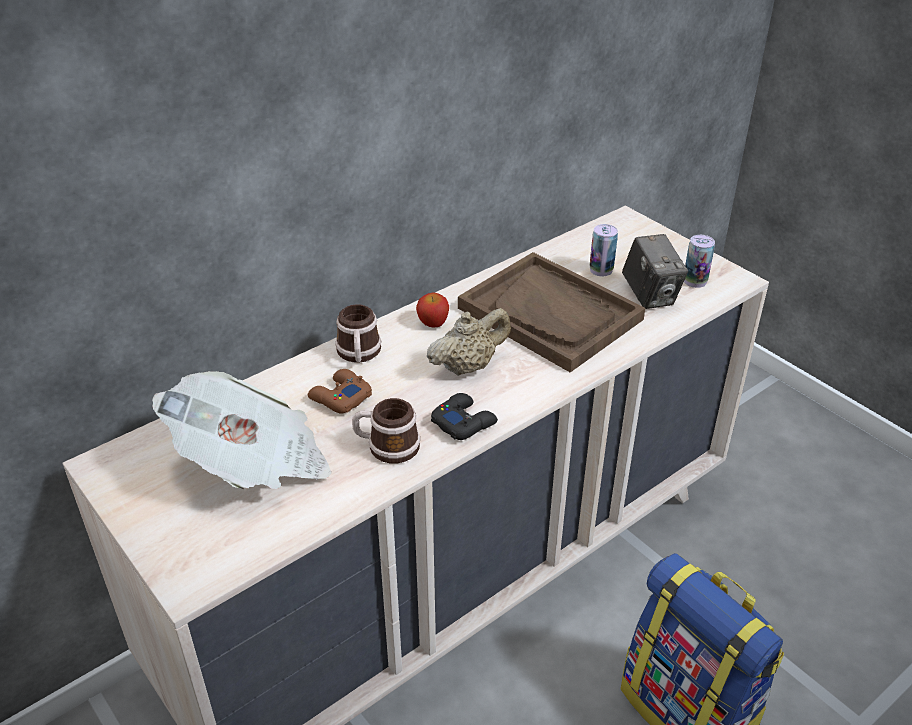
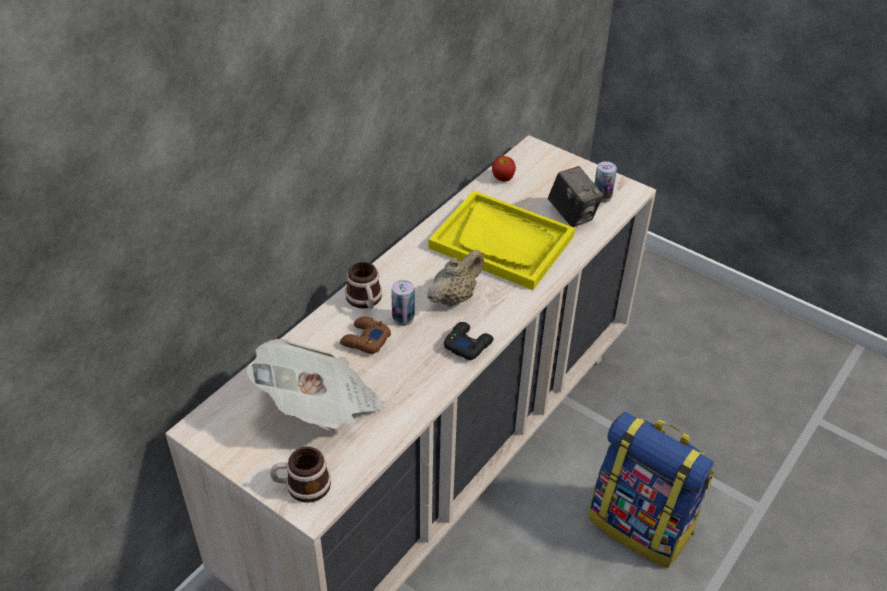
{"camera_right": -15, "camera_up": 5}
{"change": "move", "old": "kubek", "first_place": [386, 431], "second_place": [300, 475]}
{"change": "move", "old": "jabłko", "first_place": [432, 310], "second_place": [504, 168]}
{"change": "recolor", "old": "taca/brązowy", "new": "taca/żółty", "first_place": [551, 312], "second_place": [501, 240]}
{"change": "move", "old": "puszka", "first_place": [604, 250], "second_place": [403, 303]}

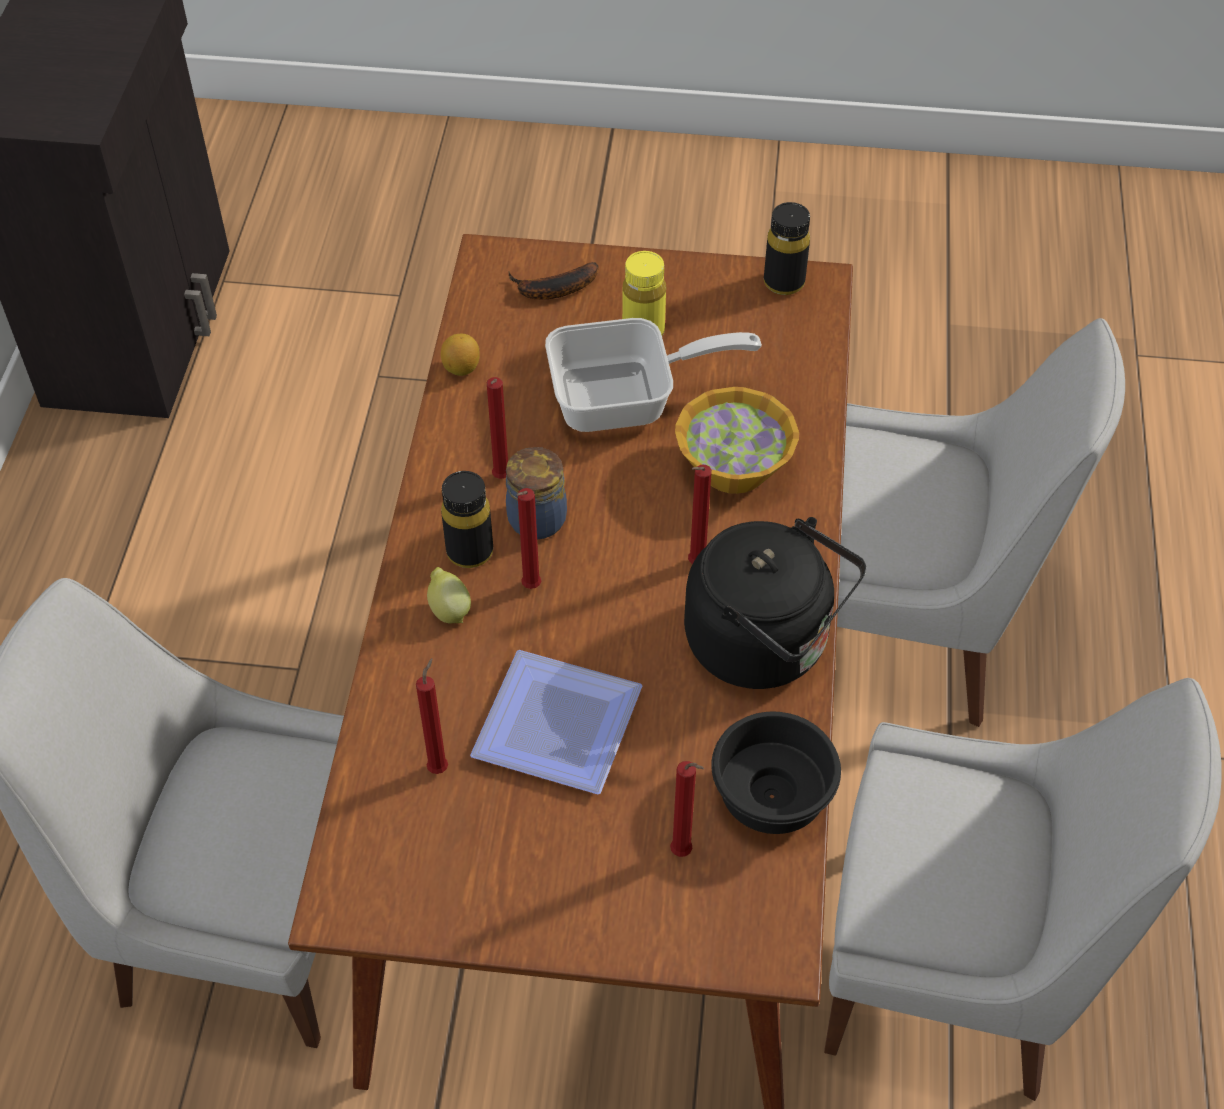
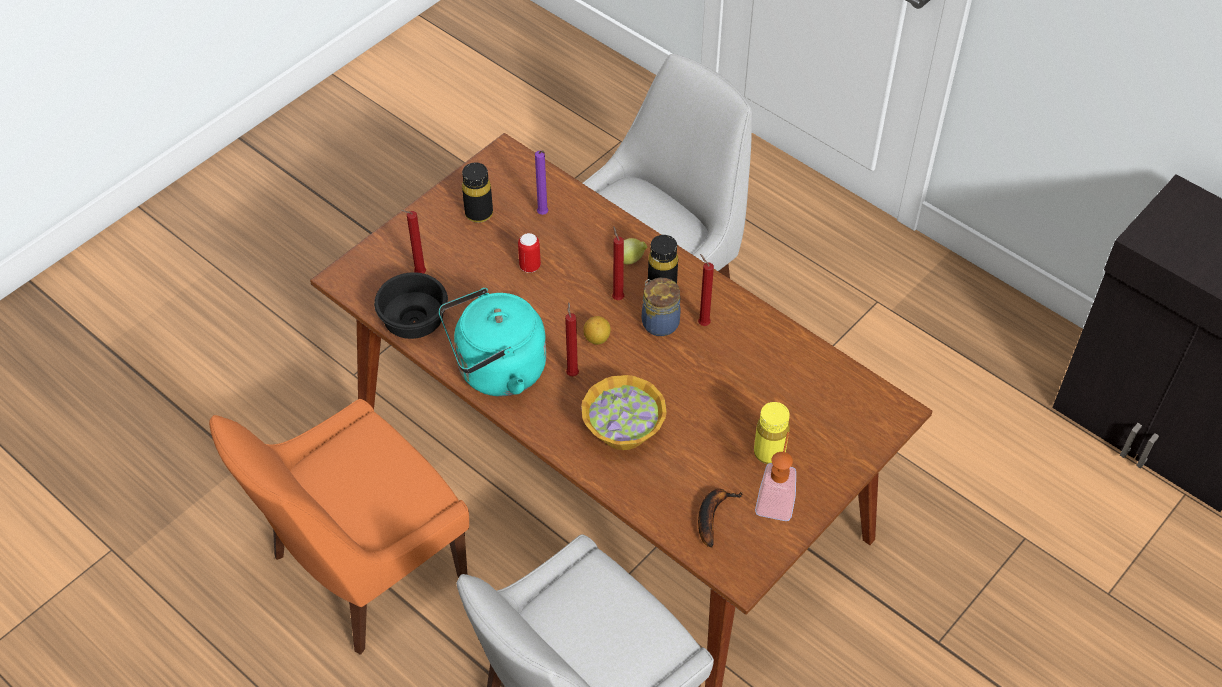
{"camera_right": 125, "camera_up": 0}
{"change": "recolor", "old": "świeca/czerwony", "new": "świeca/fioletowy", "first_place": [432, 716], "second_place": [542, 183]}
{"change": "move", "old": "cytryna", "first_place": [460, 355], "second_place": [597, 330]}
{"change": "replace", "old": "talerz", "new": "puszka", "first_place": [556, 722], "second_place": [529, 253]}
{"change": "move", "old": "banan", "first_place": [553, 280], "second_place": [720, 518]}
{"change": "delete", "old": "patelnia", "first_place": [653, 375]}
{"change": "recolor", "old": "czajnik/czarny", "new": "czajnik/turkusowy", "first_place": [775, 603], "second_place": [493, 342]}
{"change": "move", "old": "butelka/czarny", "first_place": [787, 248], "second_place": [477, 193]}
{"change": "recolor", "old": "krzesło/biały", "new": "krzesło/pomarańczowy", "first_place": [1023, 889], "second_place": [339, 527]}
{"change": "insert", "new": "dozownik mydła", "second_place": [775, 476]}

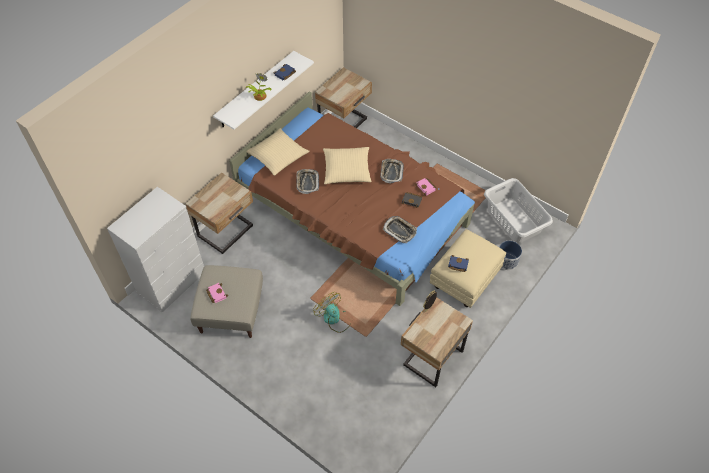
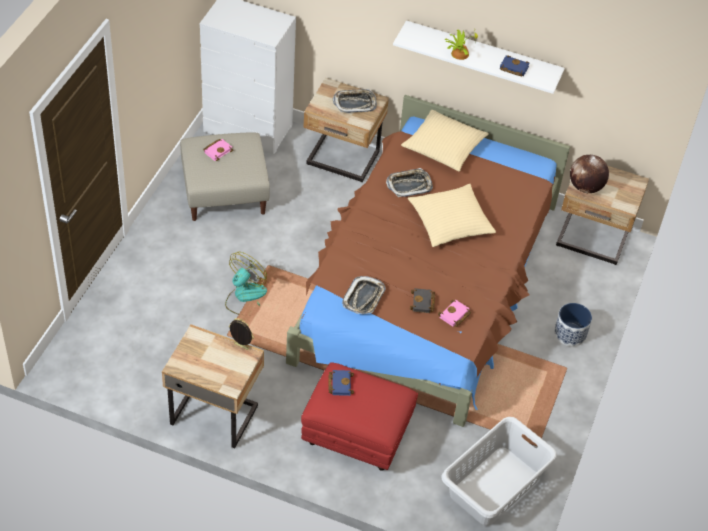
{"camera_right": 70, "camera_up": -5}
{"change": "move", "old": "taca", "first_place": [392, 171], "second_place": [355, 101]}
{"change": "recolor", "old": "pufa/beżowy", "new": "pufa/czerwony", "first_place": [468, 268], "second_place": [359, 416]}
{"change": "move", "old": "donica", "first_place": [510, 255], "second_place": [573, 324]}
{"change": "insert", "new": "globus", "second_place": [589, 174]}

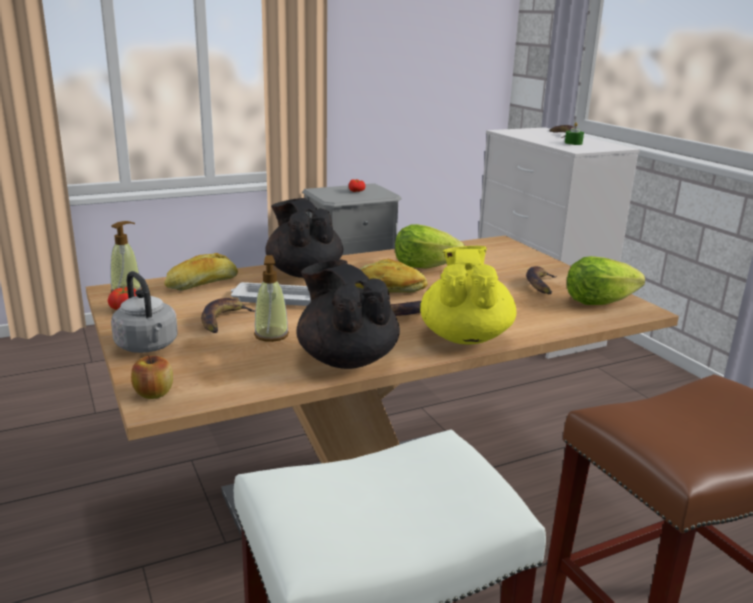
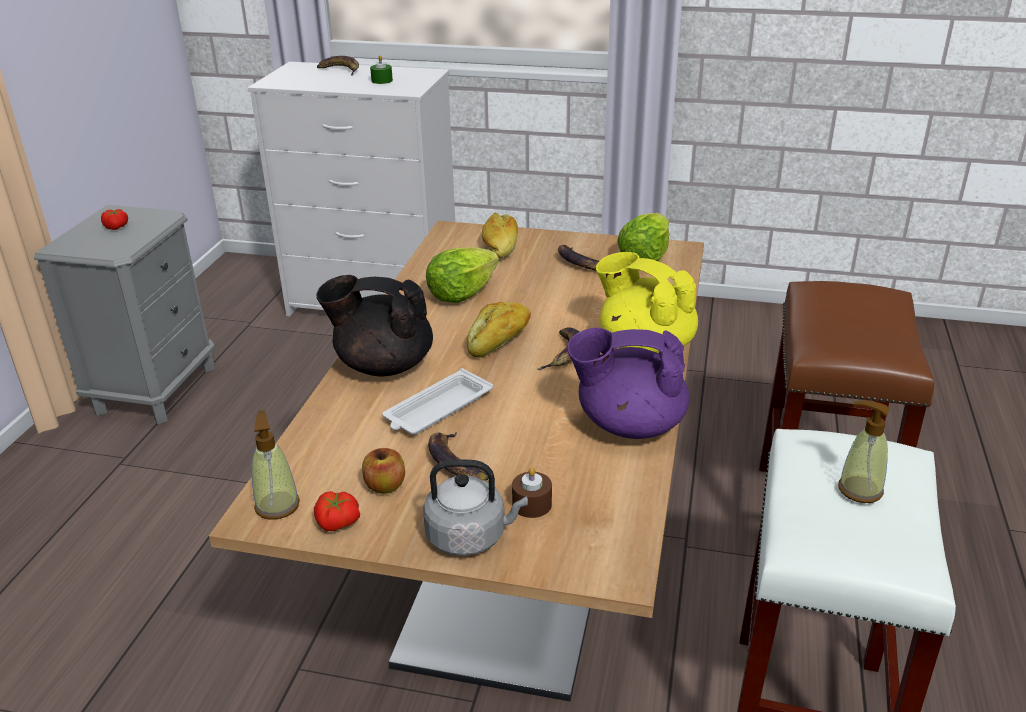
{"camera_right": -50, "camera_up": 10}
{"change": "move", "old": "jabłko", "first_place": [152, 377], "second_place": [383, 471]}
{"change": "move", "old": "chleb", "first_place": [201, 272], "second_place": [500, 235]}
{"change": "move", "old": "dozownik mydła", "first_place": [271, 298], "second_place": [864, 452]}
{"change": "recolor", "old": "imbryk/czarny", "new": "imbryk/fioletowy", "first_place": [348, 314], "second_place": [628, 383]}
{"change": "insert", "new": "świeca/brązowy", "second_place": [532, 492]}

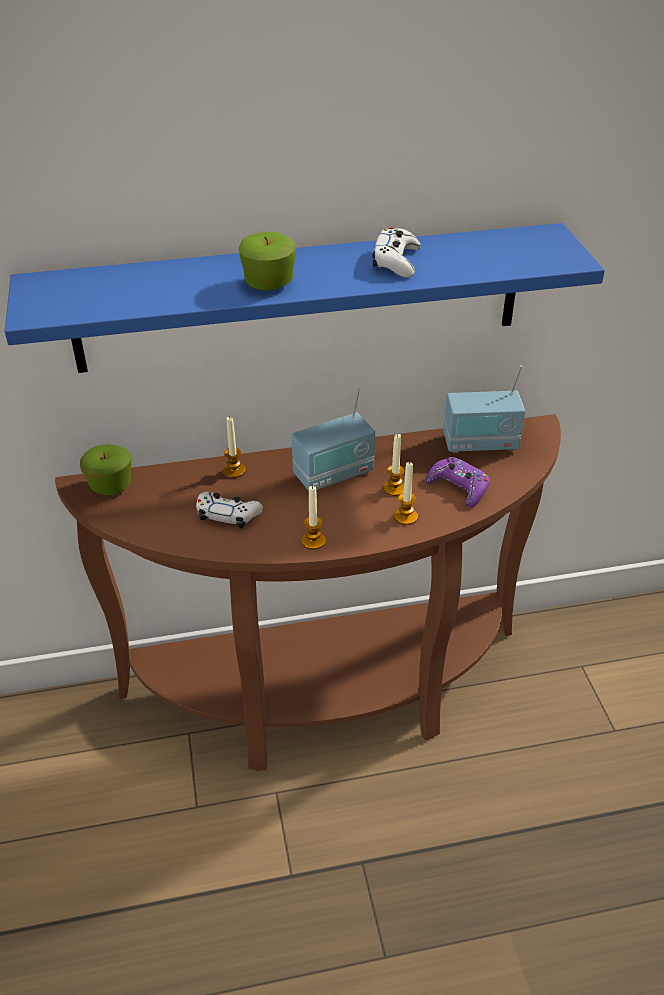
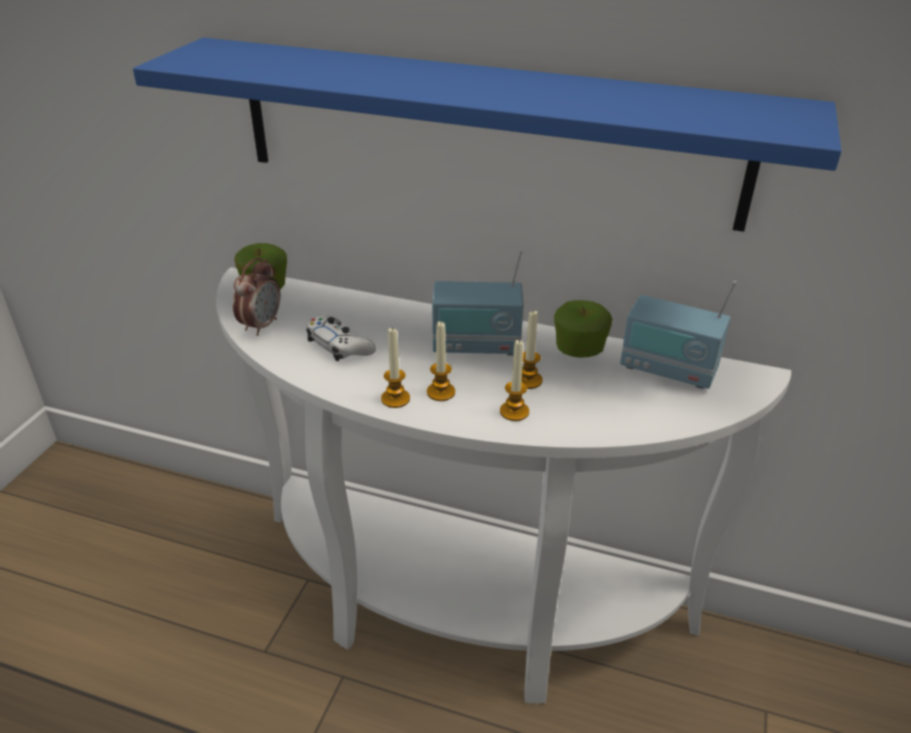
{"camera_right": 30, "camera_up": -5}
{"change": "recolor", "old": "stolik konsolowy/brązowy", "new": "stolik konsolowy/biały", "first_place": [308, 592], "second_place": [503, 485]}
{"change": "move", "old": "świeca", "first_place": [234, 447], "second_place": [441, 361]}
{"change": "move", "old": "jabłko", "first_place": [267, 261], "second_place": [583, 329]}
{"change": "delete", "old": "pad do gier/biały", "first_place": [396, 252]}
{"change": "delete", "old": "pad do gier/fioletowy", "first_place": [458, 482]}
{"change": "insert", "new": "budzik", "second_place": [256, 296]}

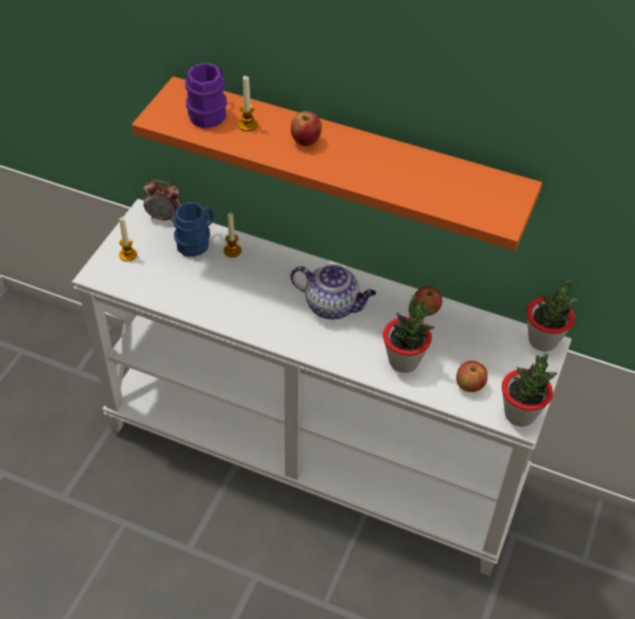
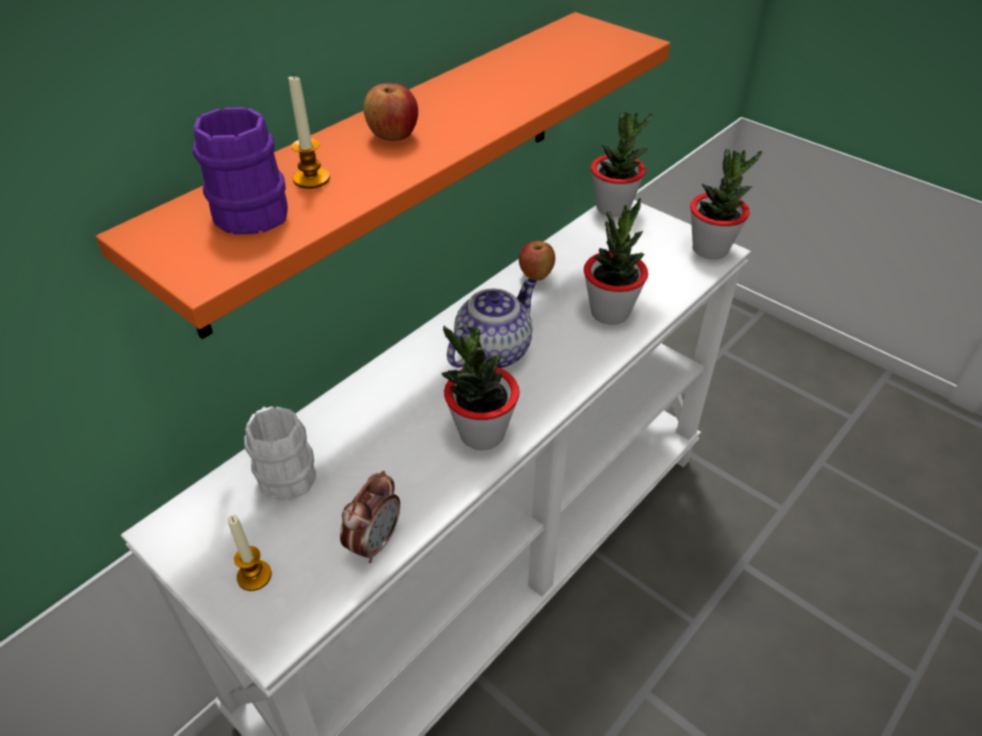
{"camera_right": -70, "camera_up": -5}
{"change": "move", "old": "budzik", "first_place": [162, 201], "second_place": [370, 517]}
{"change": "recolor", "old": "kubek/niebieski", "new": "kubek/biały", "first_place": [193, 229], "second_place": [280, 453]}
{"change": "delete", "old": "świeca", "first_place": [232, 235]}
{"change": "delete", "old": "jabłko", "first_place": [472, 376]}
{"change": "insert", "new": "roślina doniczkowa", "second_place": [481, 387]}

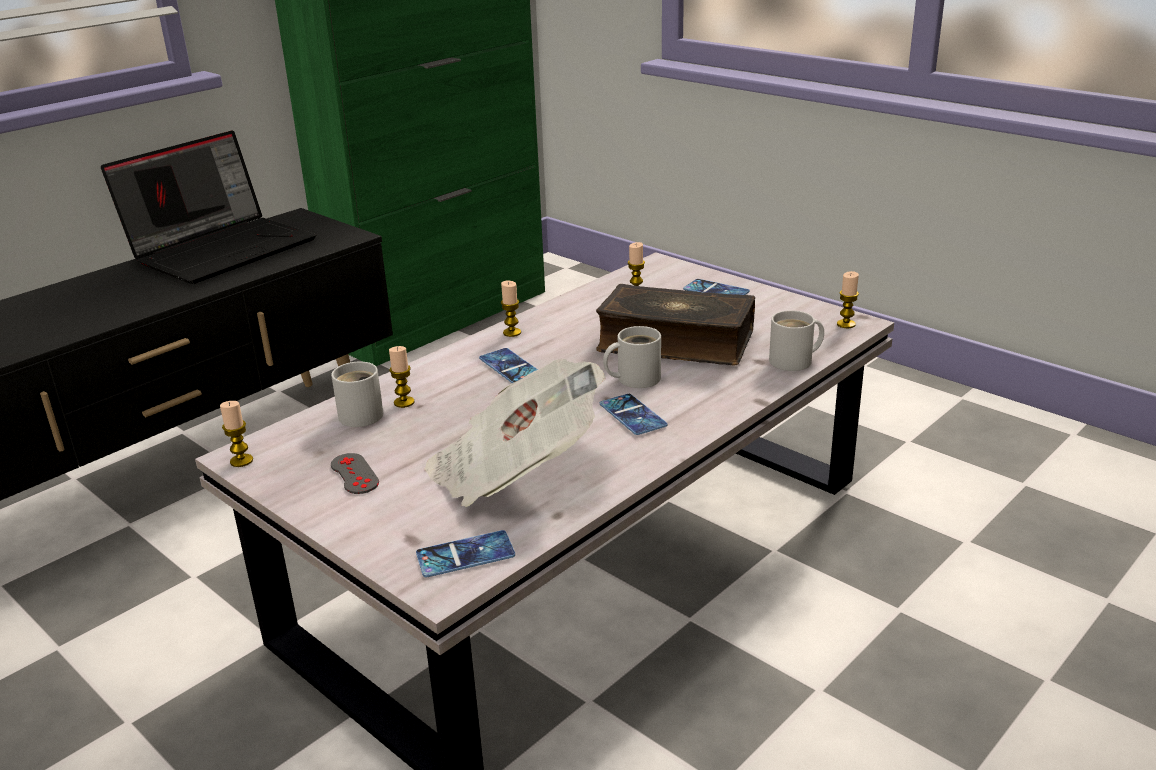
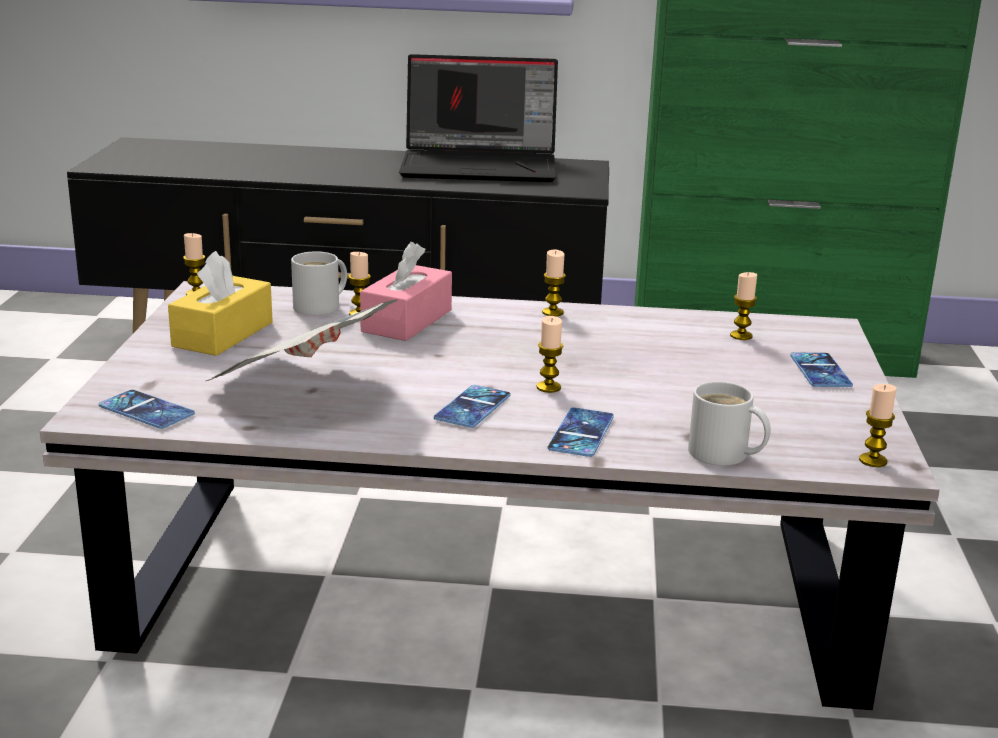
{"camera_right": 50, "camera_up": -5}
{"change": "replace", "old": "pad do gier/szary", "new": "pudełko chusteczek/żółty", "first_place": [355, 473], "second_place": [220, 303]}
{"change": "move", "old": "telefon", "first_place": [508, 365], "second_place": [581, 432]}
{"change": "delete", "old": "książka", "first_place": [675, 324]}
{"change": "replace", "old": "kubek/biały", "new": "świeca", "first_place": [632, 357], "second_place": [550, 354]}
{"change": "insert", "new": "pudełko chusteczek/różowy", "second_place": [406, 291]}

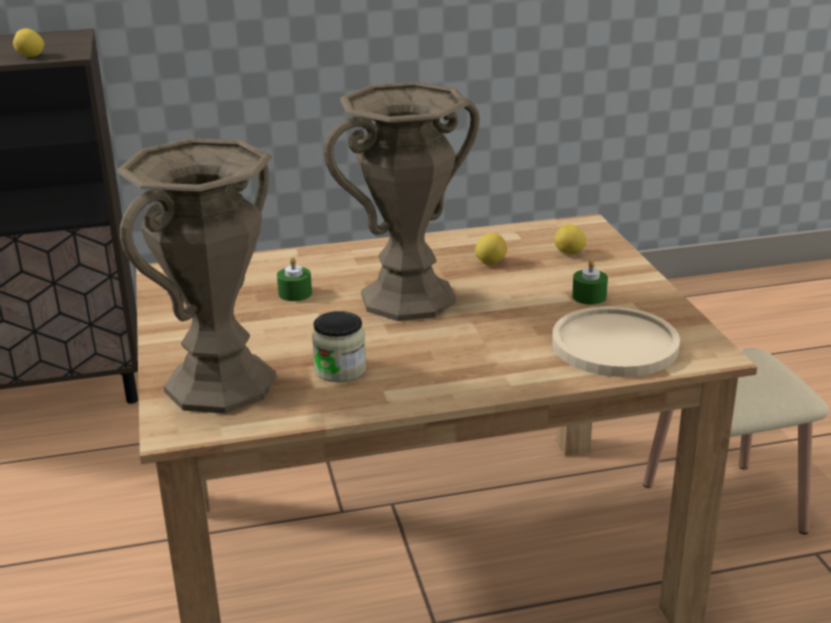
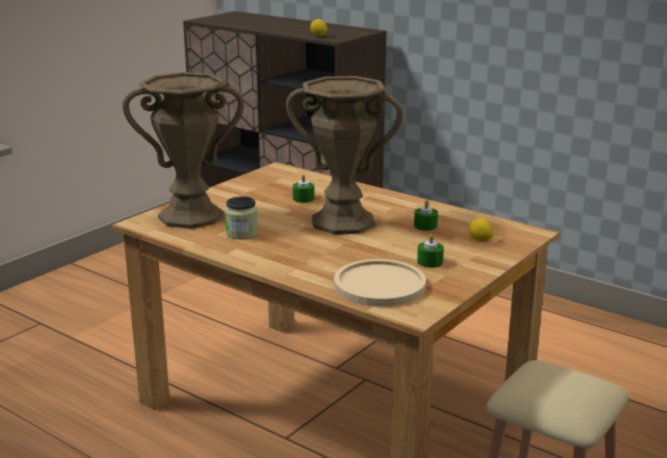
{"camera_right": 50, "camera_up": -5}
{"change": "replace", "old": "cytryna", "new": "świeca/zielony", "first_place": [491, 249], "second_place": [426, 215]}

